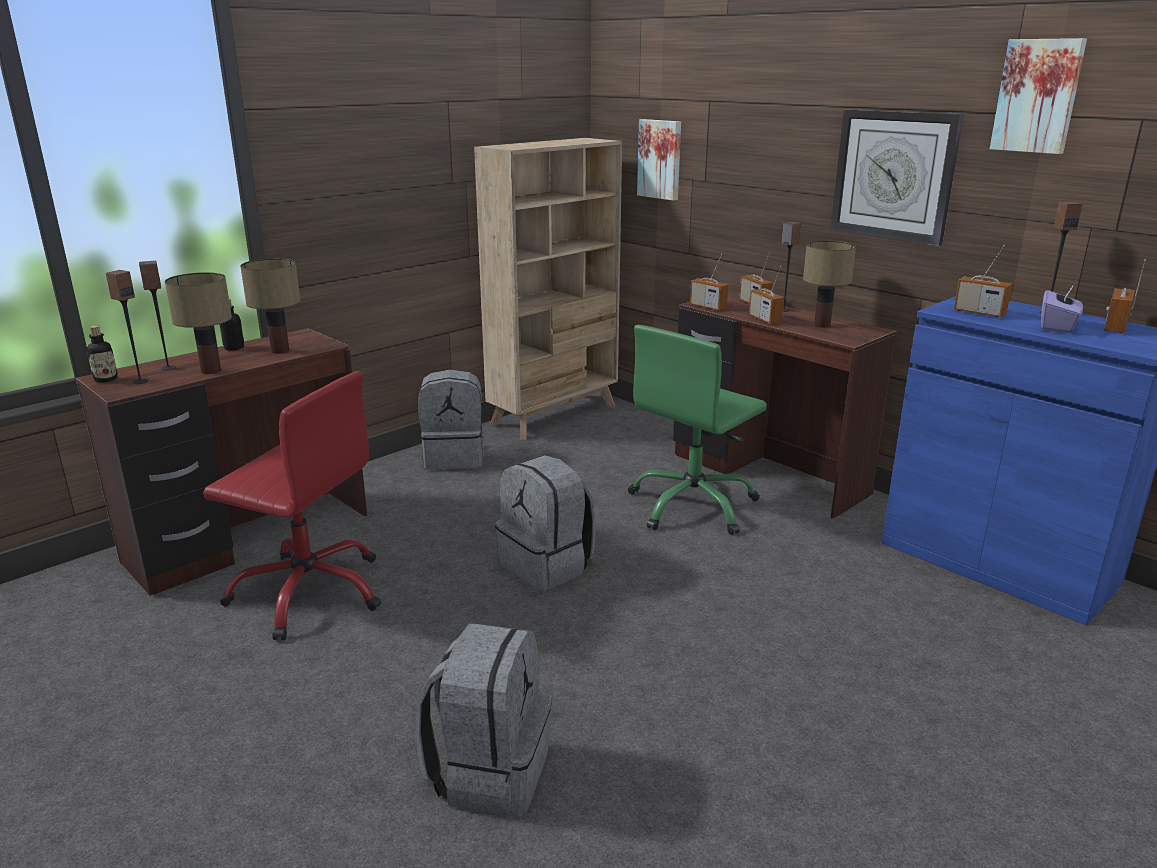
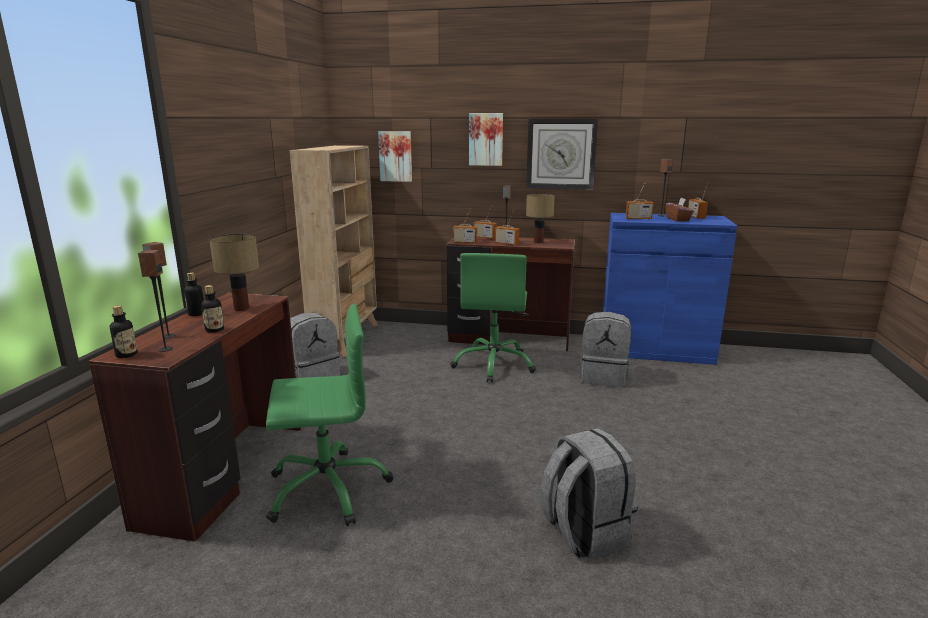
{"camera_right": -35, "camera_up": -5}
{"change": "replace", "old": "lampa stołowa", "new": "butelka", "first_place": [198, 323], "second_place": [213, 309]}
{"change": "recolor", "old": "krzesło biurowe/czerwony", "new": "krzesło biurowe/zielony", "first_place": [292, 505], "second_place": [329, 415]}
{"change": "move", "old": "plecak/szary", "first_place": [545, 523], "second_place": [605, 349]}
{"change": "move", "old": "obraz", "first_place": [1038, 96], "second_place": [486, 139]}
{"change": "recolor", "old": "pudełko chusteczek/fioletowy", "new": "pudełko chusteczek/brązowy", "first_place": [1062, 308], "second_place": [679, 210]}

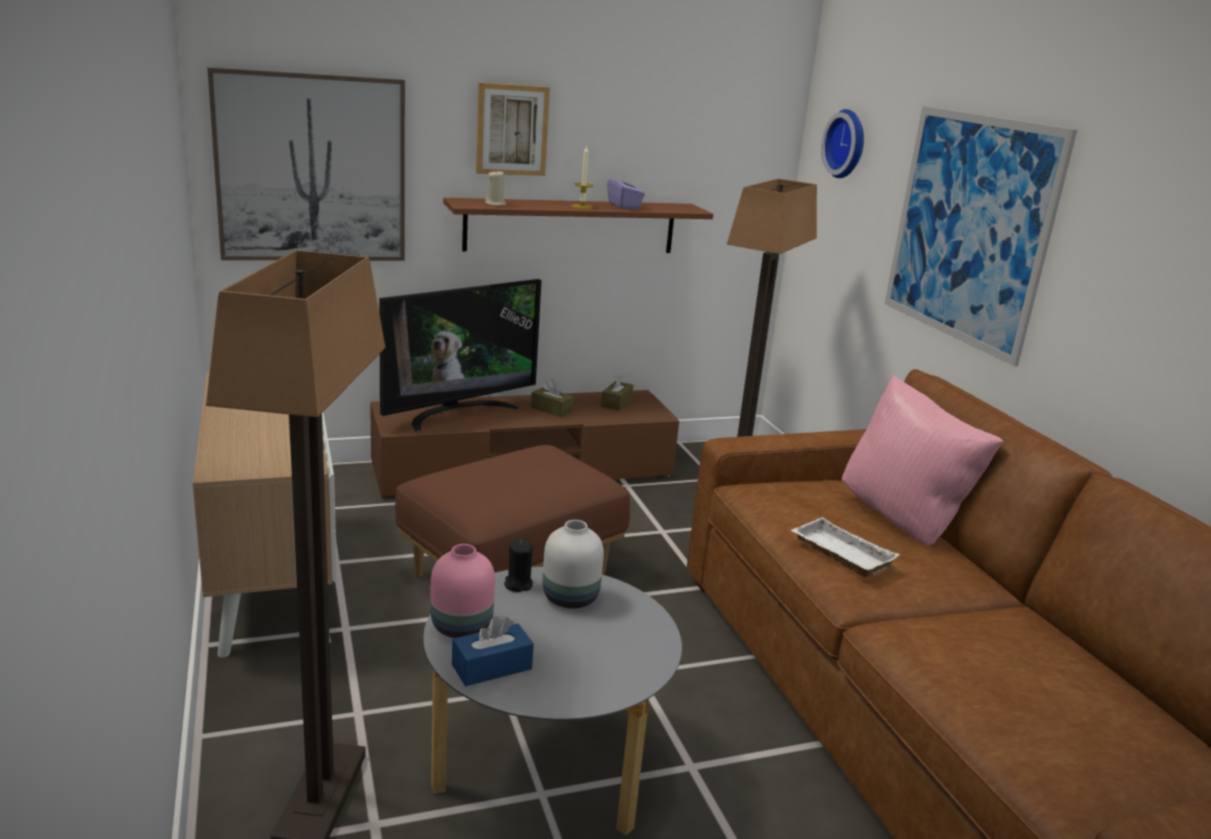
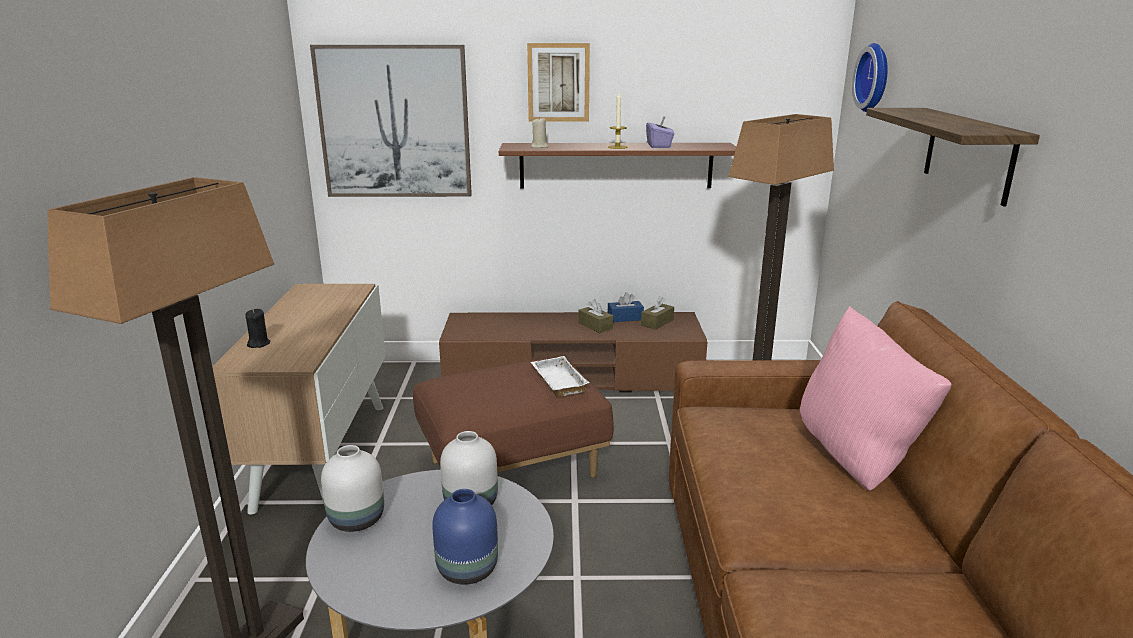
{"camera_right": 20, "camera_up": 0}
{"change": "delete", "old": "telewizor", "first_place": [460, 355]}
{"change": "recolor", "old": "wazon/różowy", "new": "wazon/biały", "first_place": [462, 591], "second_place": [352, 488]}
{"change": "move", "old": "pudełko chusteczek/niebieski", "first_place": [493, 651], "second_place": [626, 307]}
{"change": "move", "old": "świeca/czarny", "first_place": [518, 565], "second_place": [258, 328]}
{"change": "move", "old": "taca/biały", "first_place": [845, 547], "second_place": [560, 376]}
{"change": "replace", "old": "obraz", "new": "półka", "first_place": [980, 236], "second_place": [953, 157]}
{"change": "insert", "new": "wazon/niebieski", "second_place": [465, 537]}

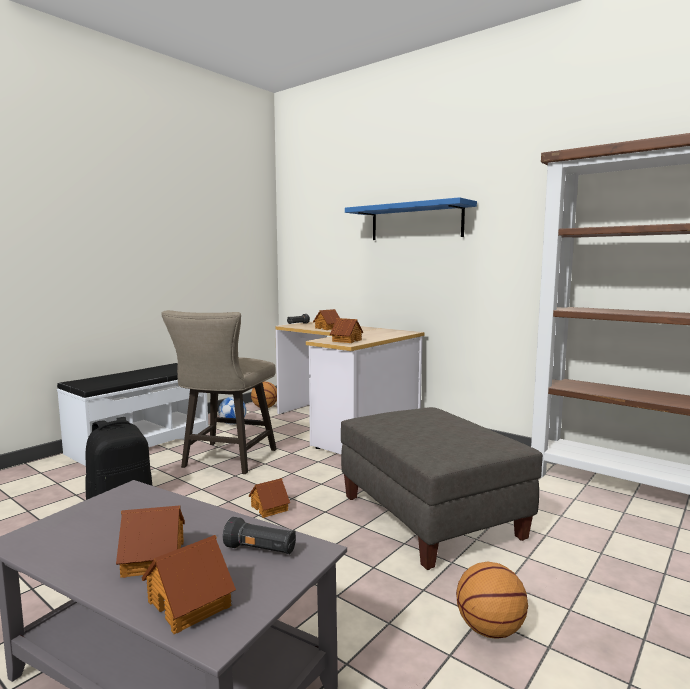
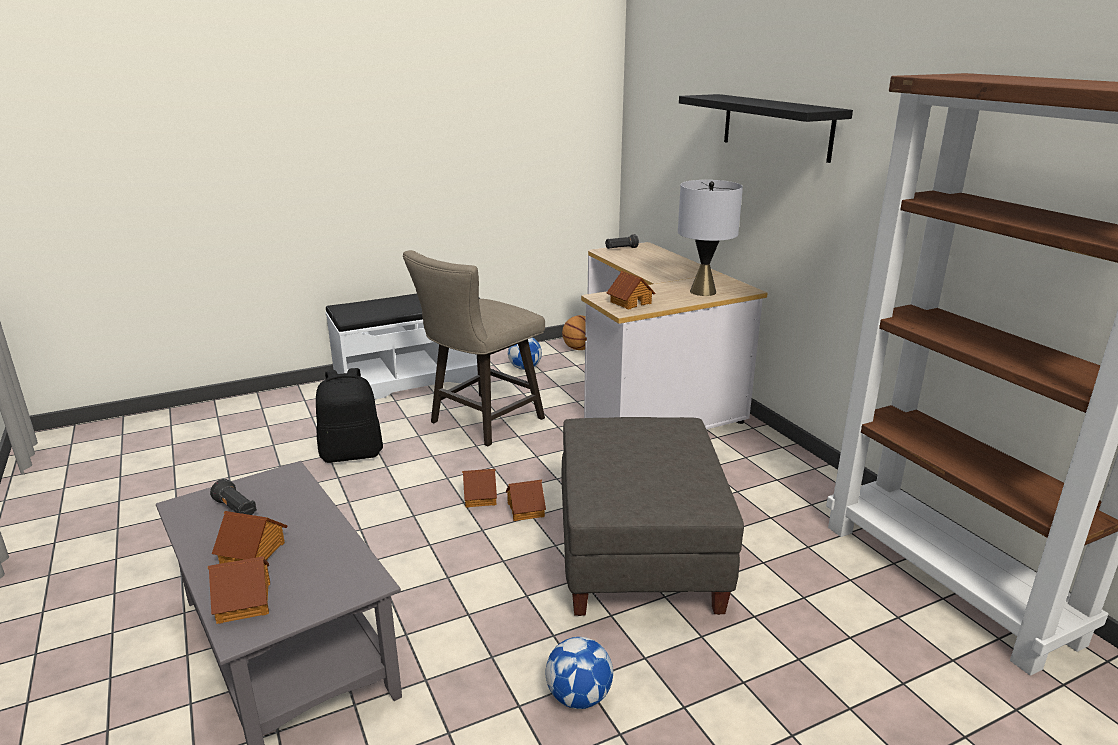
{"camera_right": 25, "camera_up": 15}
{"change": "move", "old": "latarka/czarny", "first_place": [259, 535], "second_place": [233, 497]}
{"change": "move", "old": "domek", "first_place": [326, 319], "second_place": [526, 500]}
{"change": "recolor", "old": "półka/niebieski", "new": "półka/czarny", "first_place": [411, 218], "second_place": [766, 128]}
{"change": "replace", "old": "piłka do koszykówki", "new": "piłka futbolowa", "first_place": [492, 600], "second_place": [579, 673]}
{"change": "insert", "new": "lampa stołowa/szary", "second_place": [710, 238]}

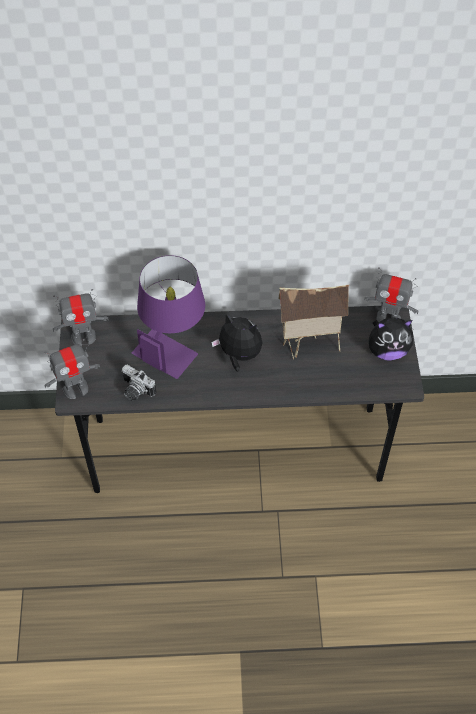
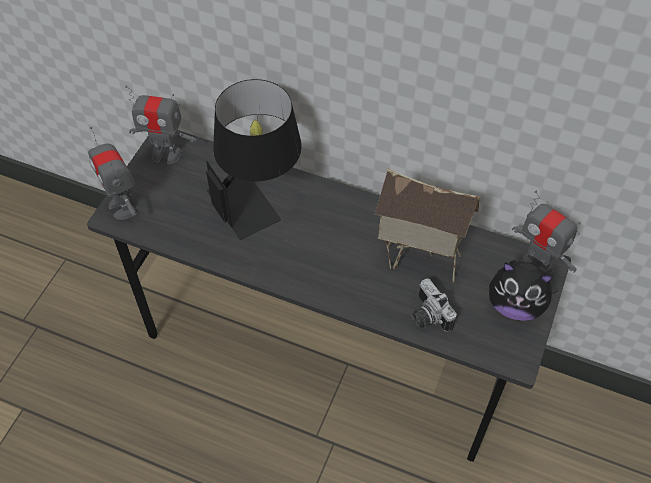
{"camera_right": 25, "camera_up": 0}
{"change": "rotate", "old": "robot zabawkowy", "first_place": [72, 369], "second_place": [112, 173], "degrees": 60}
{"change": "move", "old": "aparat fotograficzny", "first_place": [139, 383], "second_place": [434, 305]}
{"change": "recolor", "old": "lampa stołowa/fioletowy", "new": "lampa stołowa/czarny", "first_place": [168, 317], "second_place": [254, 159]}
{"change": "delete", "old": "pluszak", "first_place": [237, 342]}

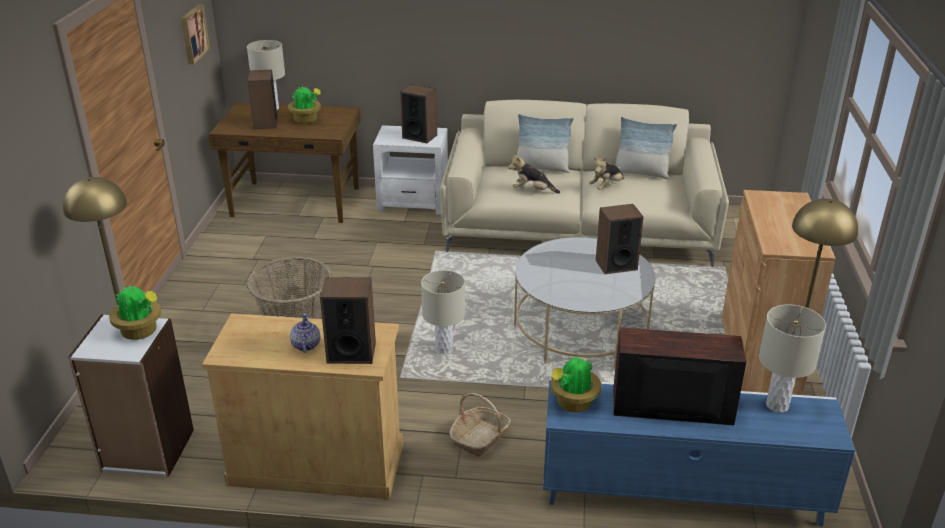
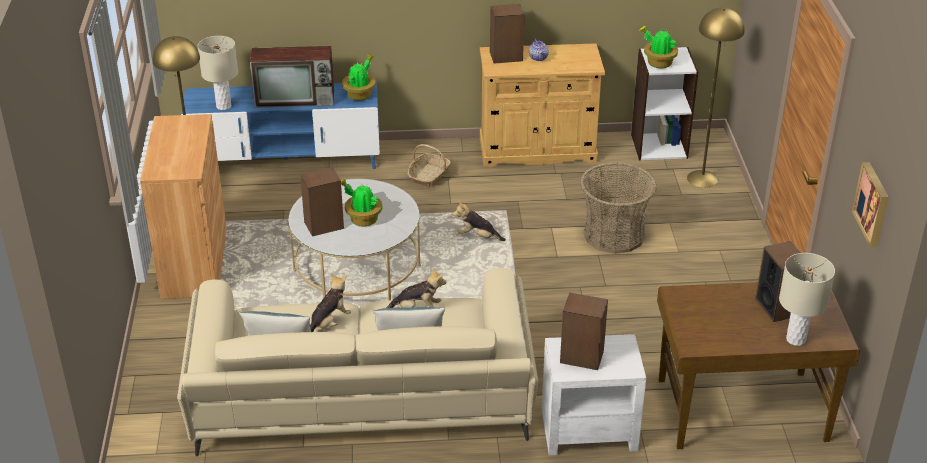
{"camera_right": 170, "camera_up": 5}
{"change": "move", "old": "roślina doniczkowa", "first_place": [304, 104], "second_place": [362, 202]}
{"change": "replace", "old": "lampa stołowa/beżowy", "new": "pluszak", "first_place": [443, 312], "second_place": [479, 221]}

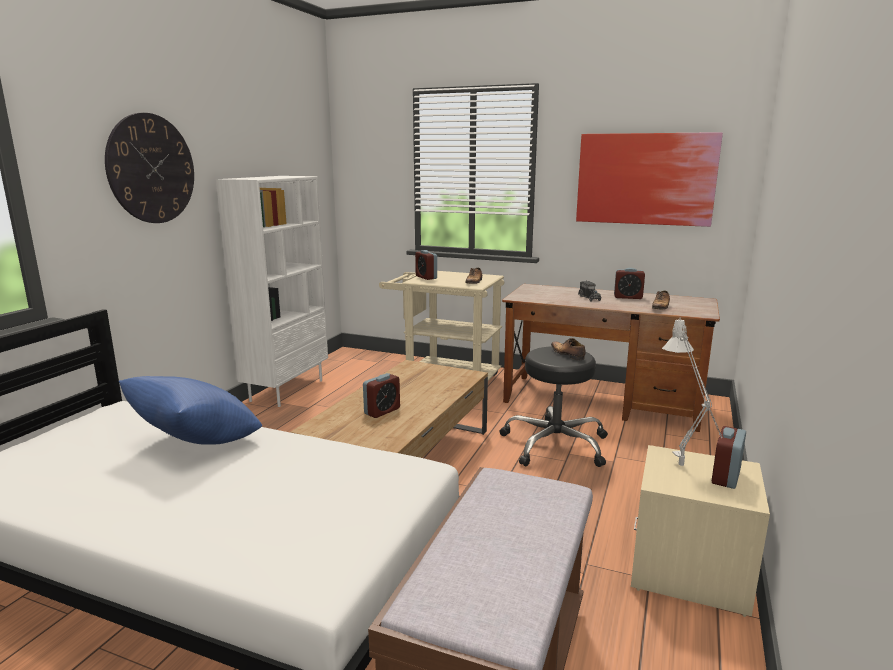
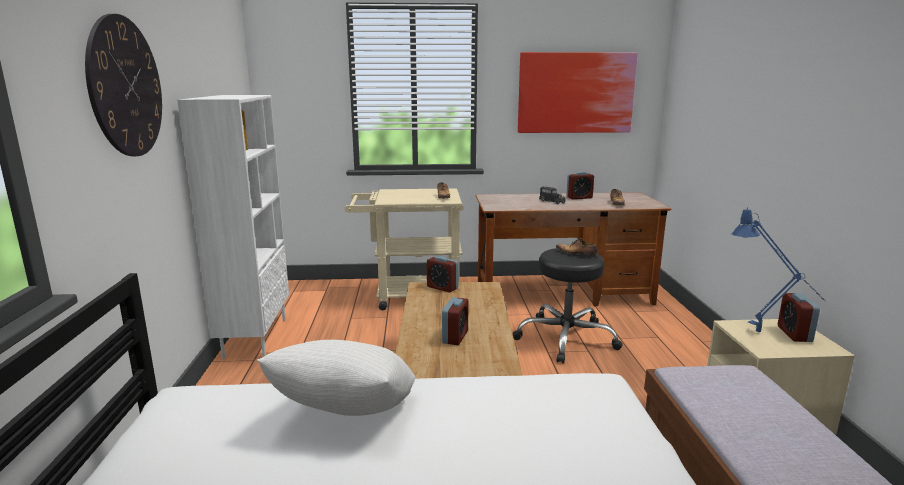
{"camera_right": -25, "camera_up": 0}
{"change": "recolor", "old": "poduszka/niebieski", "new": "poduszka/biały", "first_place": [190, 410], "second_place": [336, 378]}
{"change": "move", "old": "budzik", "first_place": [426, 265], "second_place": [443, 274]}
{"change": "recolor", "old": "lampa stołowa/szary", "new": "lampa stołowa/niebieski", "first_place": [692, 392], "second_place": [779, 270]}

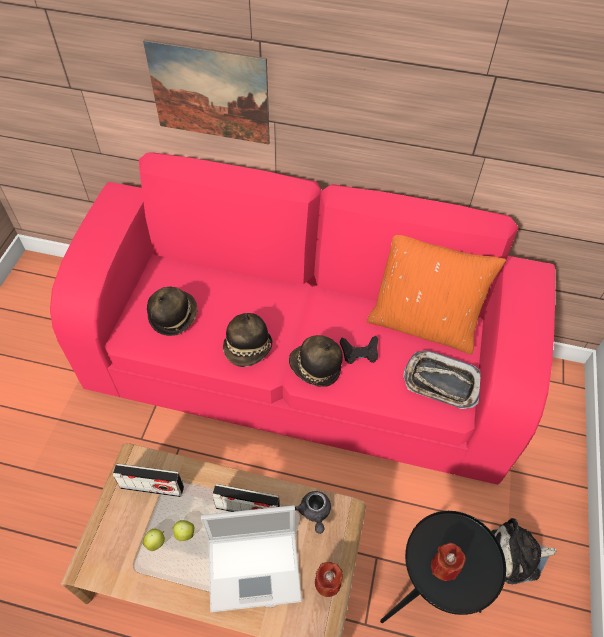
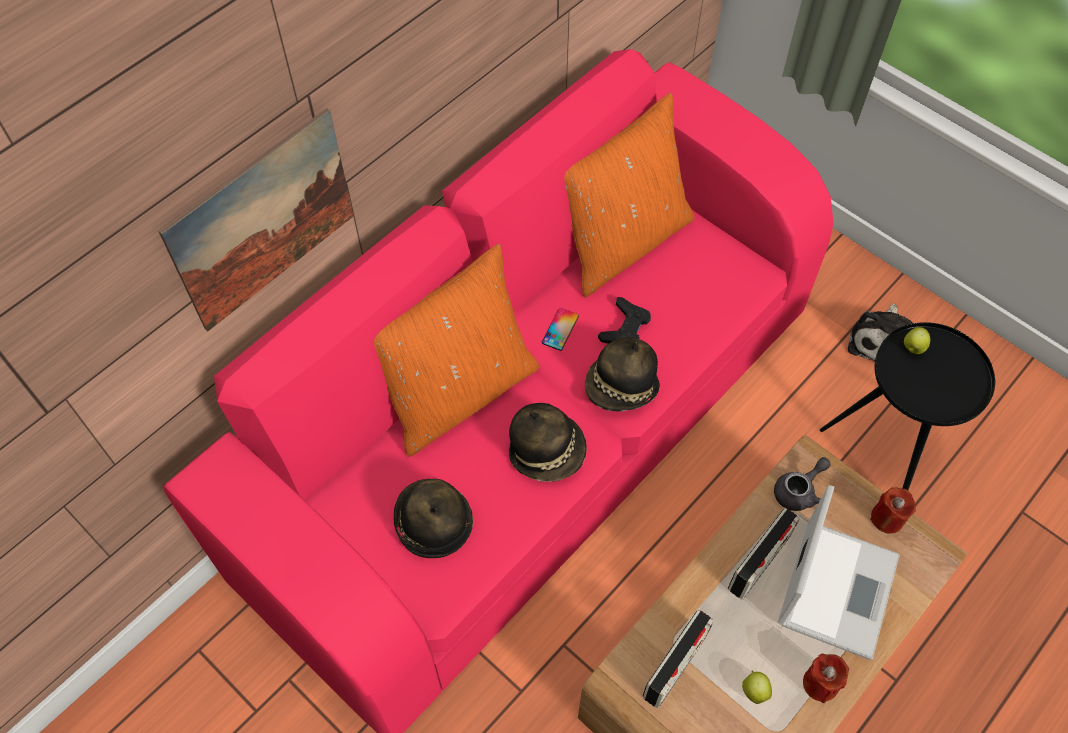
{"camera_right": -60, "camera_up": 5}
{"change": "move", "old": "jabłko", "first_place": [183, 530], "second_place": [917, 340]}
{"change": "rotate", "old": "imbryk/szary", "first_place": [313, 512], "second_place": [802, 484], "degrees": -60}
{"change": "delete", "old": "taca", "first_place": [442, 379]}
{"change": "move", "old": "świeca/czerwony", "first_place": [448, 562], "second_place": [826, 678]}
{"change": "insert", "new": "poduszka/pomarańczowy", "second_place": [456, 350]}
{"change": "insert", "new": "telefon", "second_place": [560, 329]}

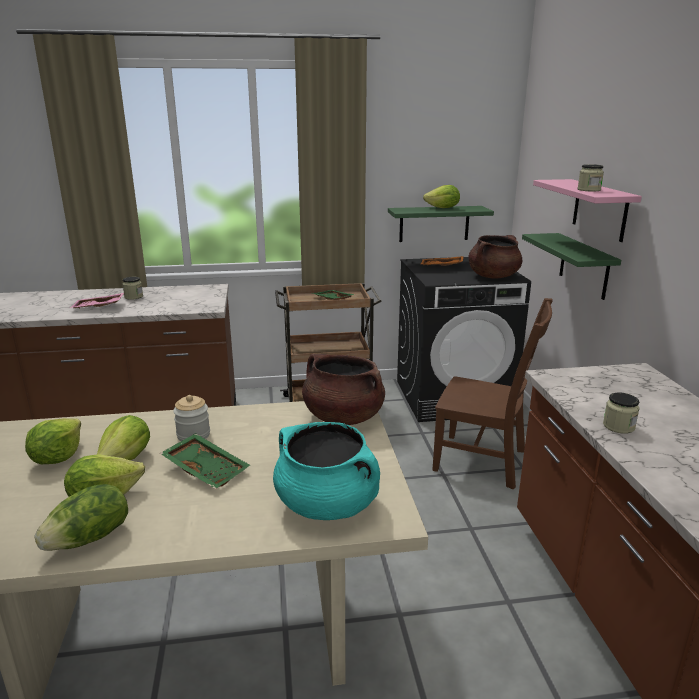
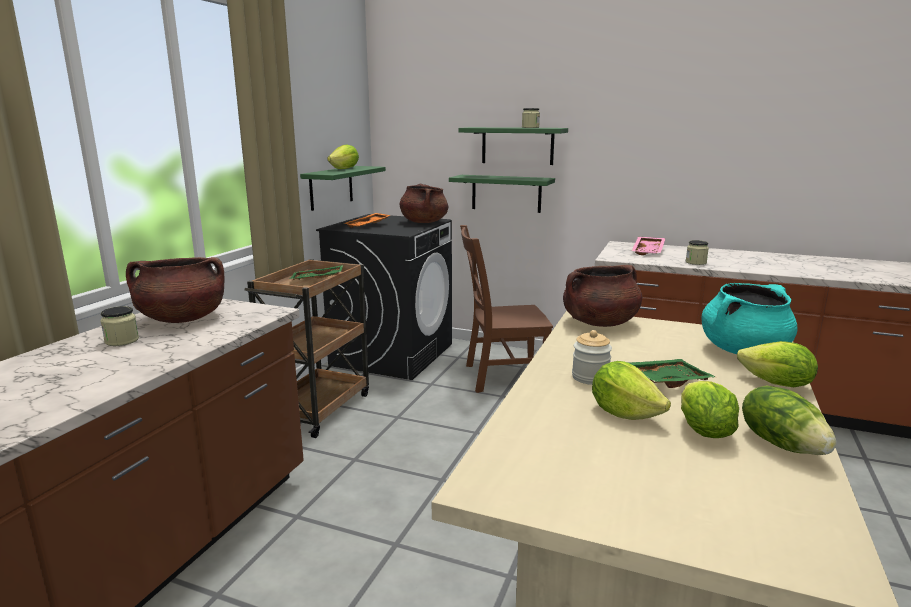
{"camera_right": -60, "camera_up": -5}
{"change": "move", "old": "sałata", "first_place": [53, 441], "second_place": [777, 364]}
{"change": "move", "old": "taca/różowy", "first_place": [97, 301], "second_place": [649, 246]}
{"change": "rotate", "old": "krzesło/brązowy", "first_place": [492, 394], "second_place": [506, 309], "degrees": -150}
{"change": "recolor", "old": "półka/różowy", "new": "półka/zielony", "first_place": [587, 210], "second_place": [513, 146]}
{"change": "insert", "new": "garnek/brązowy", "second_place": [175, 290]}

